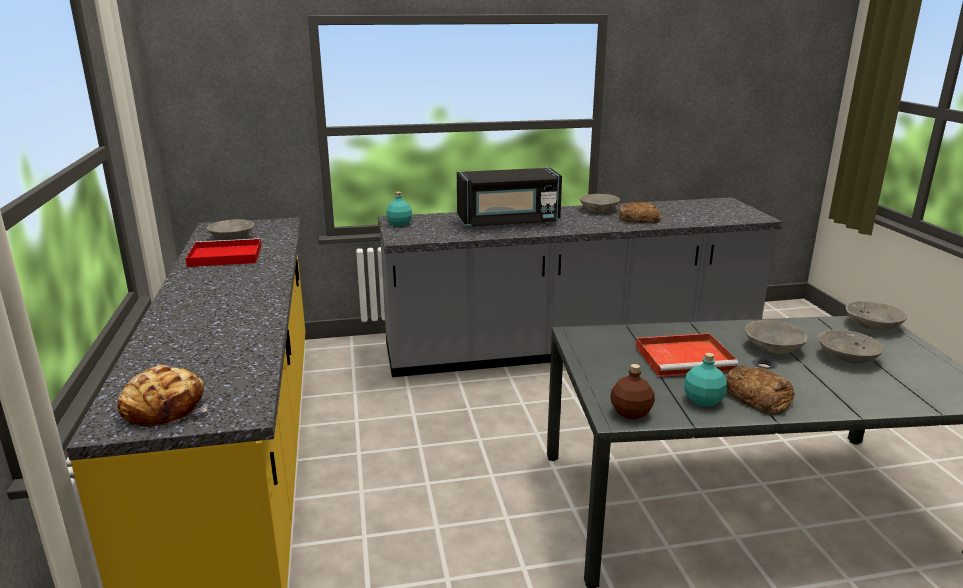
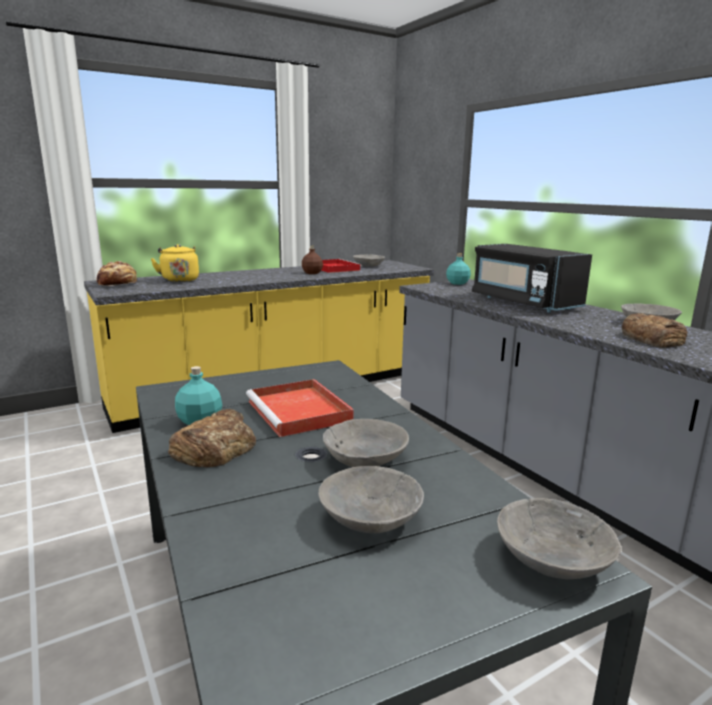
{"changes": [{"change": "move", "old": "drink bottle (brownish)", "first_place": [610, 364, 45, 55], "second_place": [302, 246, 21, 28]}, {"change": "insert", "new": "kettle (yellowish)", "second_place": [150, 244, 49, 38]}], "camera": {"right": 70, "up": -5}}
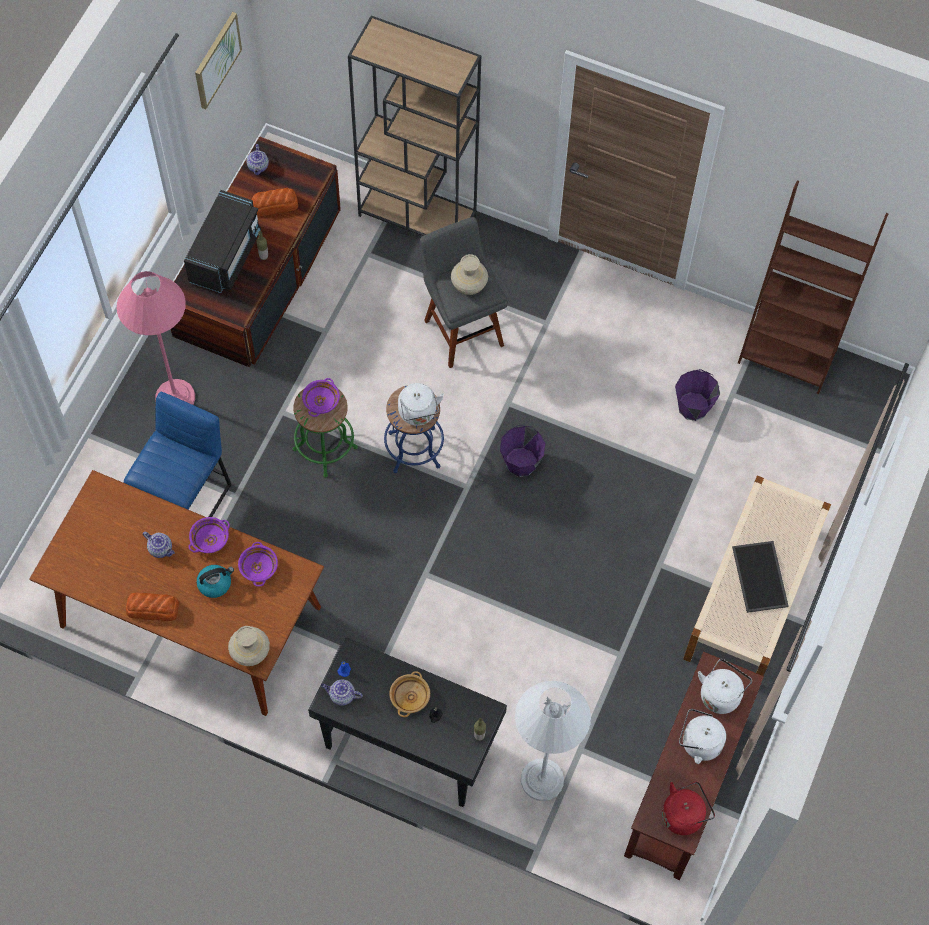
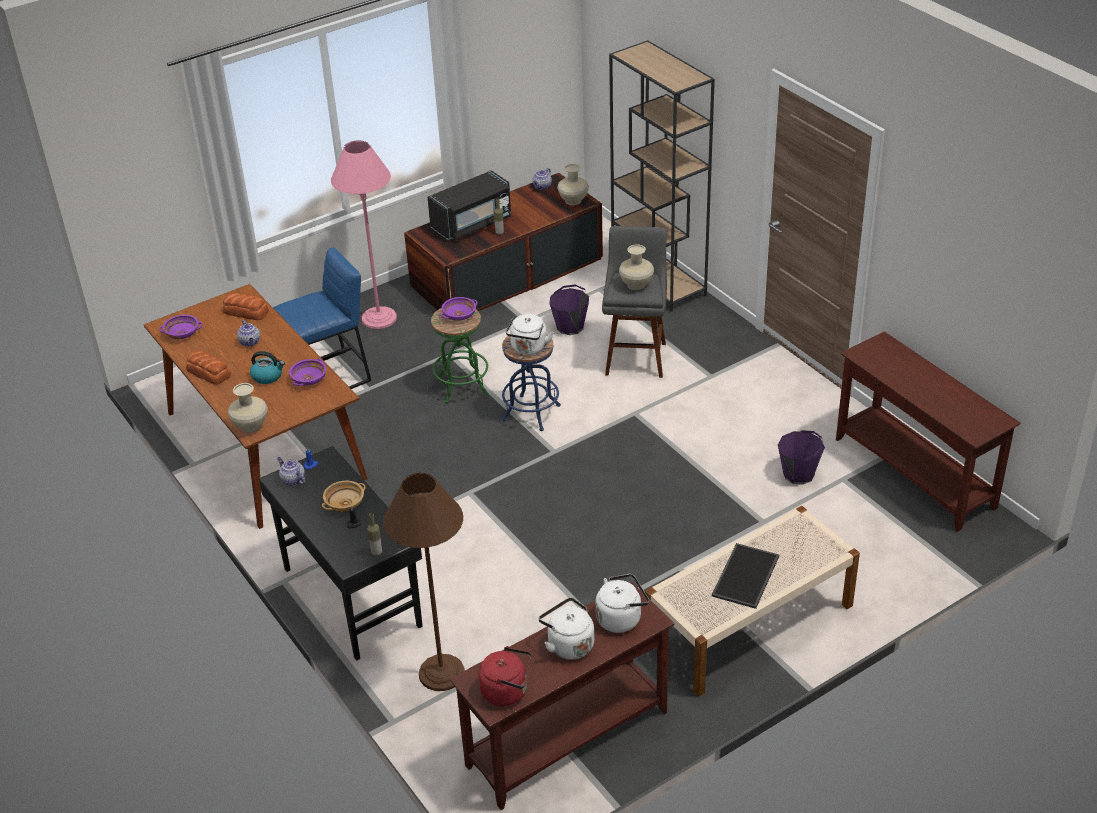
{"changes": [{"change": "delete", "old": "picture", "first_place": [195, 12, 47, 97]}, {"change": "replace", "old": "bookcase (brownish)", "new": "console table (brownish)", "first_place": [738, 180, 150, 214], "second_place": [836, 331, 184, 201]}, {"change": "move", "old": "baked bread", "first_place": [252, 188, 46, 28], "second_place": [222, 293, 47, 27]}, {"change": "move", "old": "pail (purplish)", "first_place": [500, 425, 45, 52], "second_place": [549, 285, 40, 50]}, {"change": "move", "old": "deep dish (purplish)", "first_place": [189, 517, 41, 37], "second_place": [159, 314, 44, 25]}, {"change": "recolor", "old": "standard lamp (white)", "new": "standard lamp (brownish)", "first_place": [515, 681, 76, 120], "second_place": [383, 473, 82, 218]}, {"change": "insert", "new": "flower vase (beige)", "second_place": [557, 164, 32, 41]}], "camera": {"right": 35, "up": -25}}
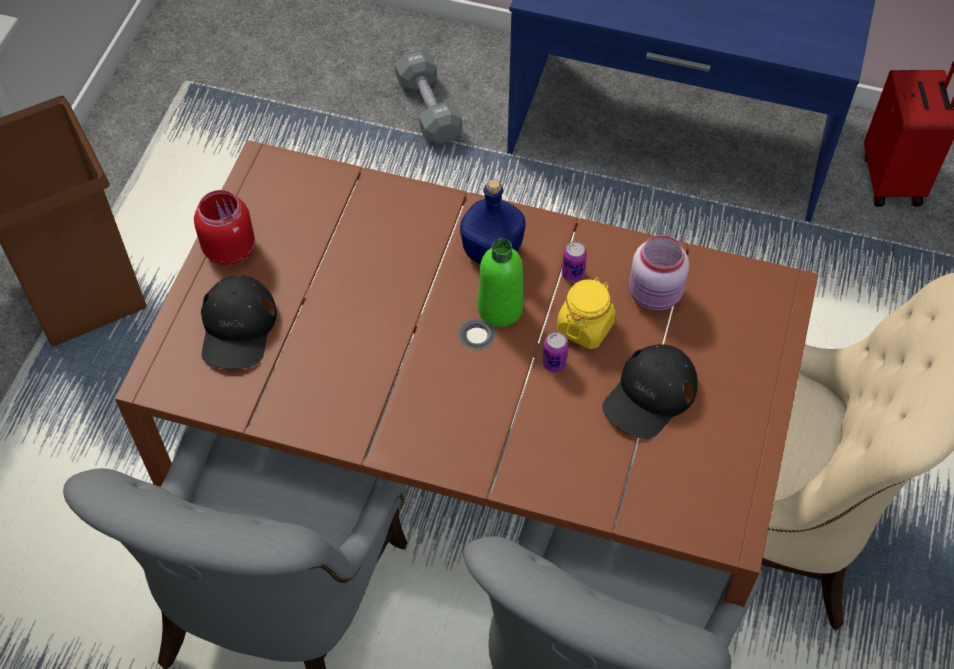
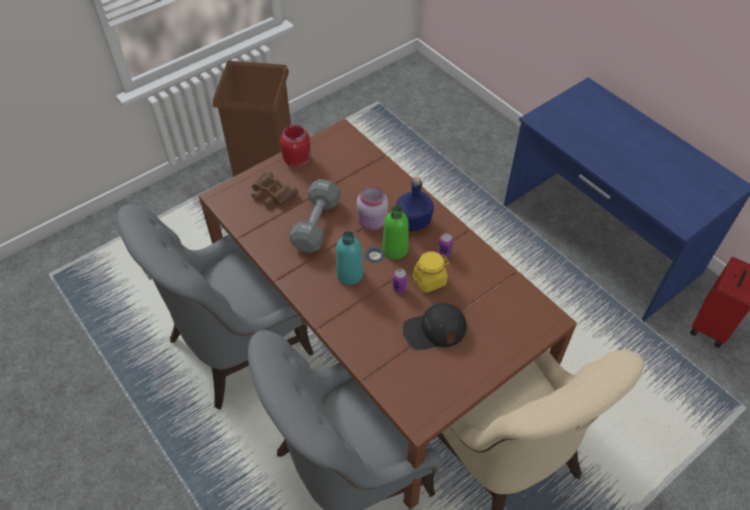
{"changes": [{"change": "move", "old": "hand weight (greyish)", "first_place": [395, 50, 67, 95], "second_place": [290, 179, 50, 74]}, {"change": "move", "old": "storage jar (pinkish)", "first_place": [629, 235, 60, 76], "second_place": [357, 186, 31, 44]}, {"change": "replace", "old": "cap (black)", "new": "field glasses (brownish)", "first_place": [201, 275, 76, 94], "second_place": [252, 170, 46, 38]}, {"change": "insert", "new": "drink bottle (turquoise)", "second_place": [336, 231, 27, 54]}], "camera": {"right": 35, "up": -5}}
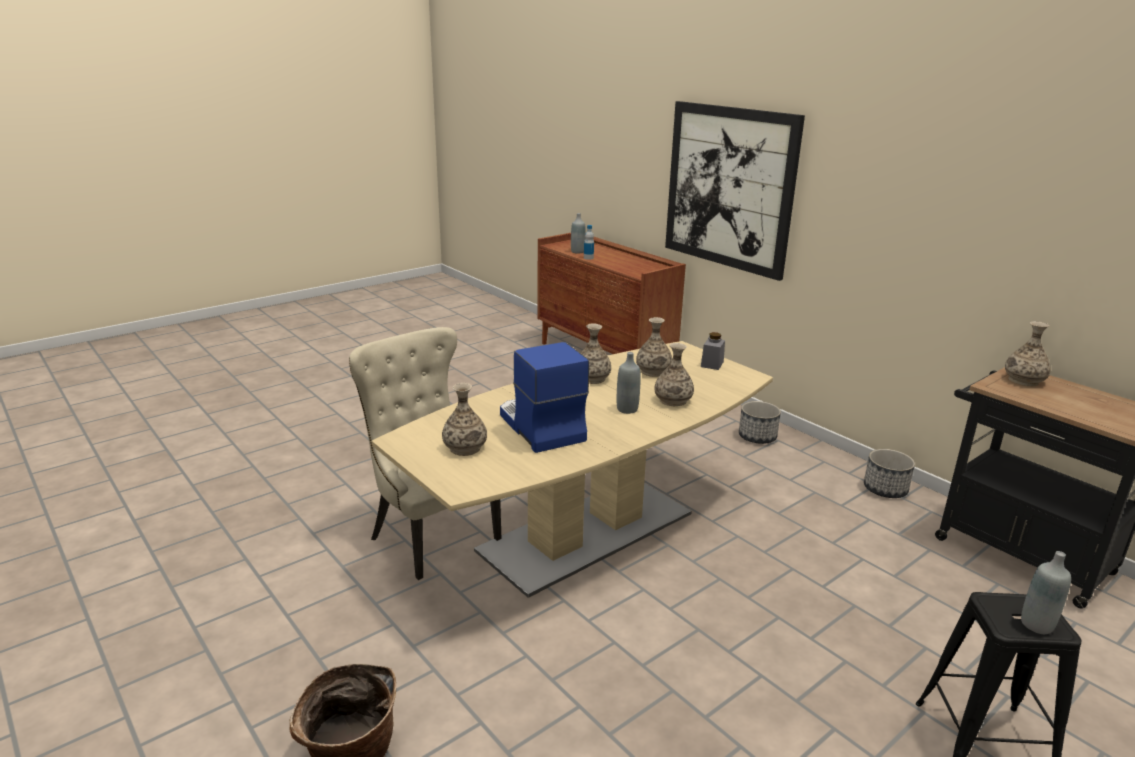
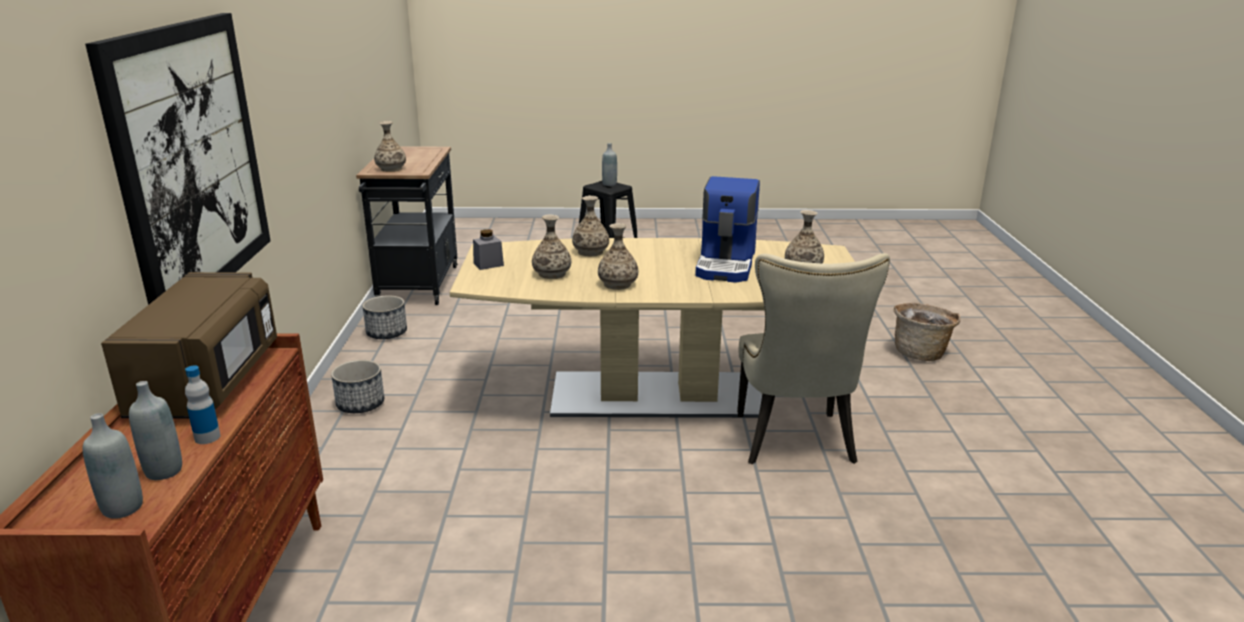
{"changes": [{"change": "move", "old": "drink bottle (greyish)", "first_place": [617, 352, 24, 62], "second_place": [83, 413, 60, 106]}, {"change": "insert", "new": "microwave oven (brownish)", "second_place": [101, 272, 176, 147]}], "camera": {"right": -140, "up": 0}}
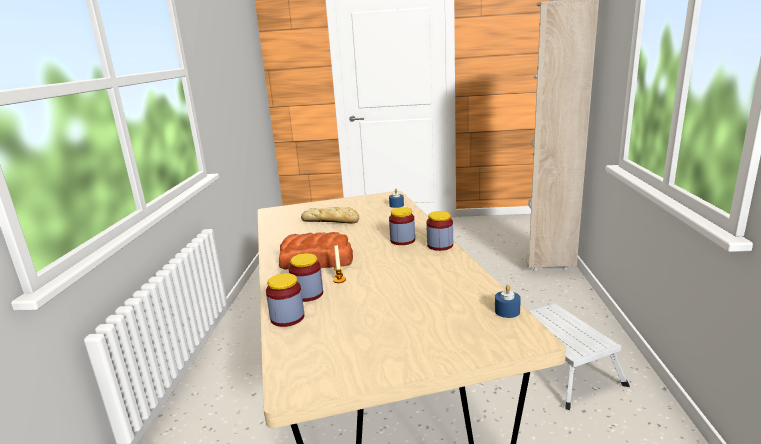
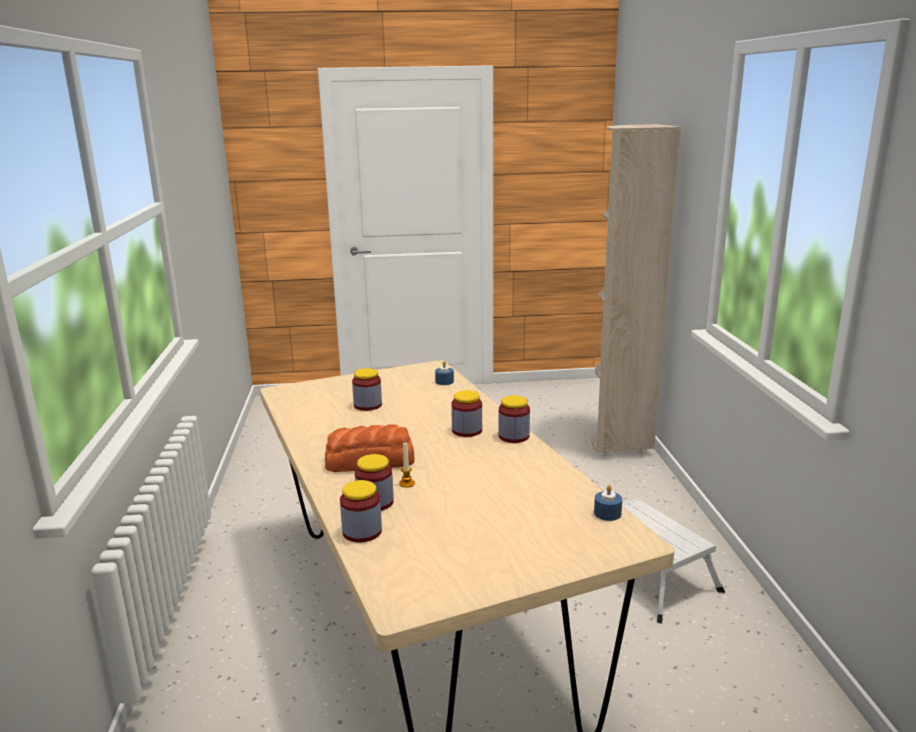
{"changes": [{"change": "replace", "old": "baked bread", "new": "storage jar", "first_place": [301, 207, 58, 16], "second_place": [352, 368, 30, 43]}], "camera": {"right": -10, "up": 0}}
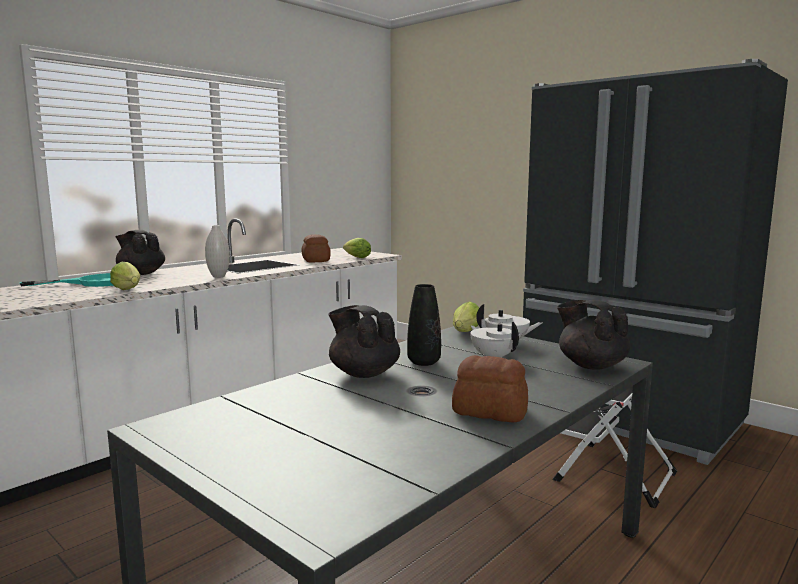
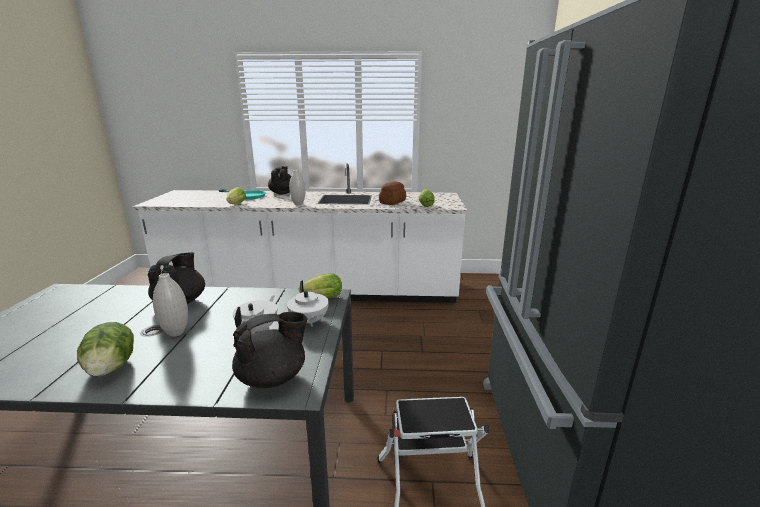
{"changes": [{"change": "delete", "old": "flower vase (black)", "first_place": [407, 284, 34, 82]}, {"change": "rotate", "old": "tea pot (black)", "first_place": [557, 300, 73, 70], "second_place": [232, 312, 75, 76], "degrees": 45}, {"change": "replace", "old": "baked bread", "new": "lettuce head", "first_place": [452, 355, 76, 68], "second_place": [77, 322, 57, 54]}, {"change": "insert", "new": "flower vase (white)", "second_place": [153, 273, 35, 64]}], "camera": {"right": 50, "up": 10}}
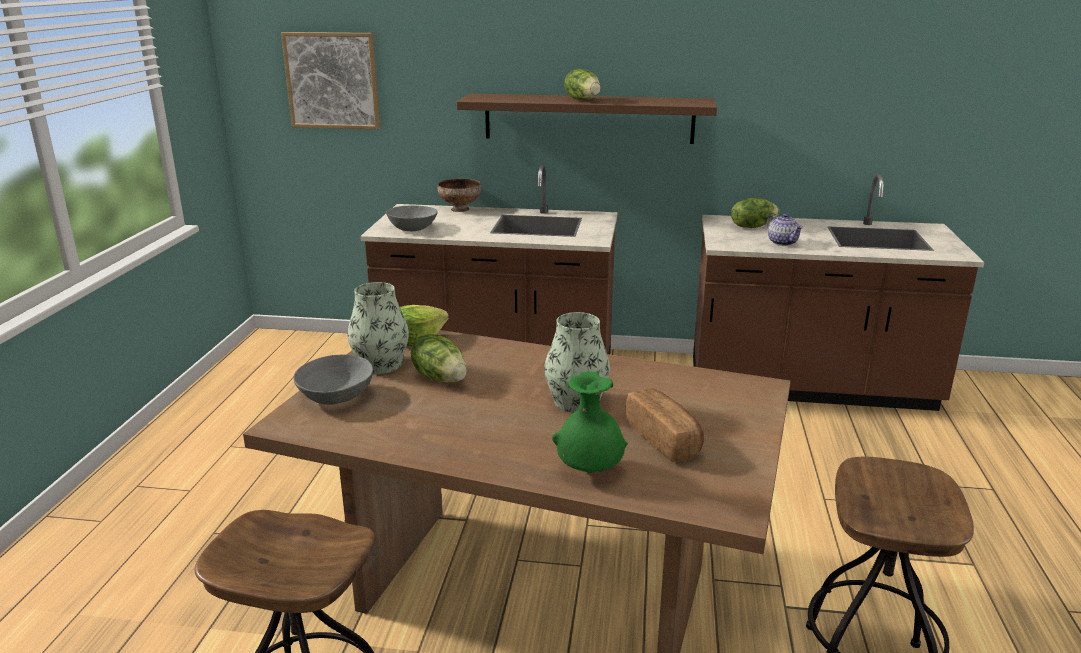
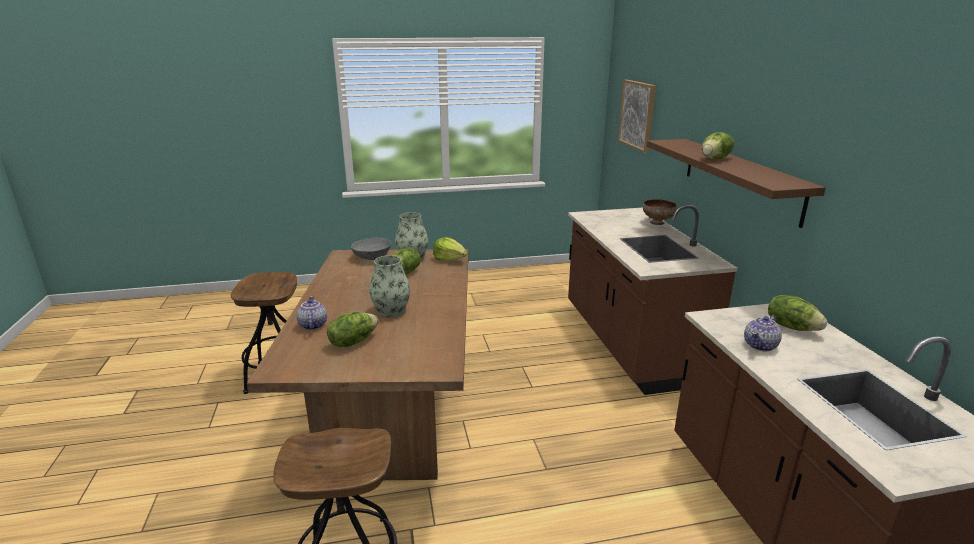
{"changes": [{"change": "delete", "old": "deep dish (greyish)", "first_place": [386, 205, 52, 26]}, {"change": "replace", "old": "flower vase (green-coloured)", "new": "tea pot", "first_place": [552, 371, 76, 102], "second_place": [296, 296, 31, 34]}, {"change": "replace", "old": "baked bread", "new": "lettuce head", "first_place": [626, 388, 78, 74], "second_place": [327, 312, 51, 35]}], "camera": {"right": 70, "up": 0}}
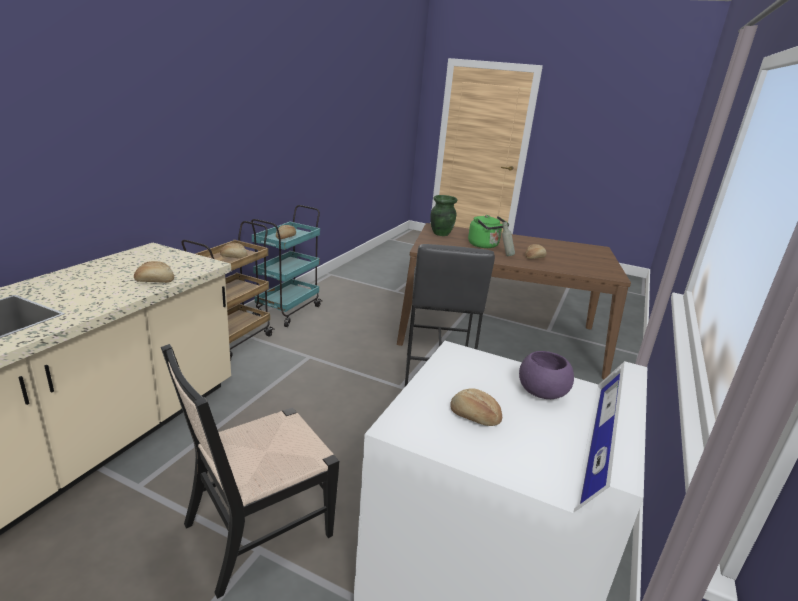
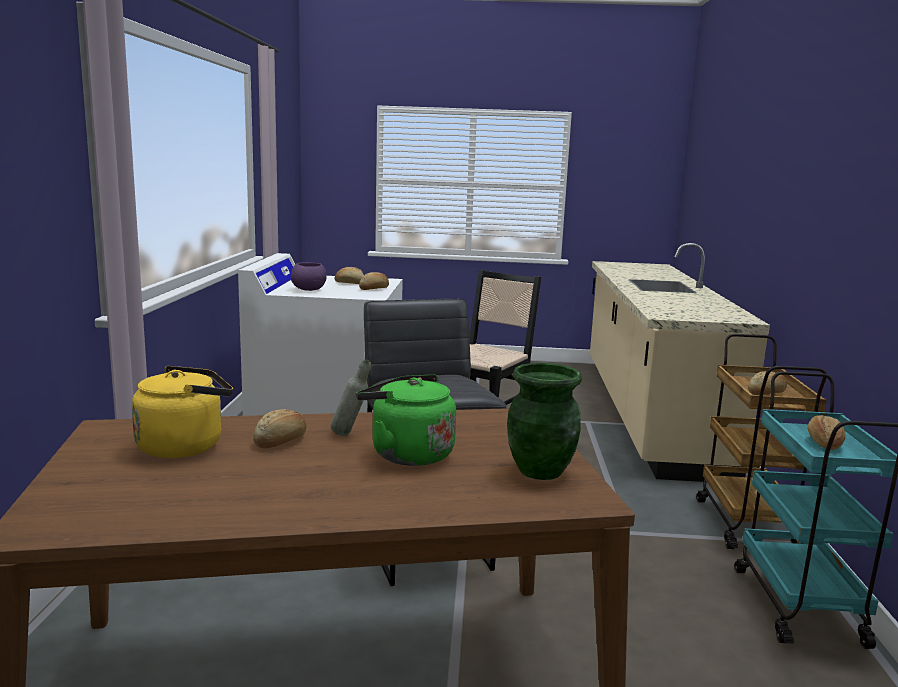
{"changes": [{"change": "move", "old": "baked bread", "first_place": [134, 261, 40, 22], "second_place": [359, 272, 30, 18]}, {"change": "insert", "new": "kettle (yellowish)", "second_place": [132, 366, 101, 92]}], "camera": {"right": 160, "up": -10}}
